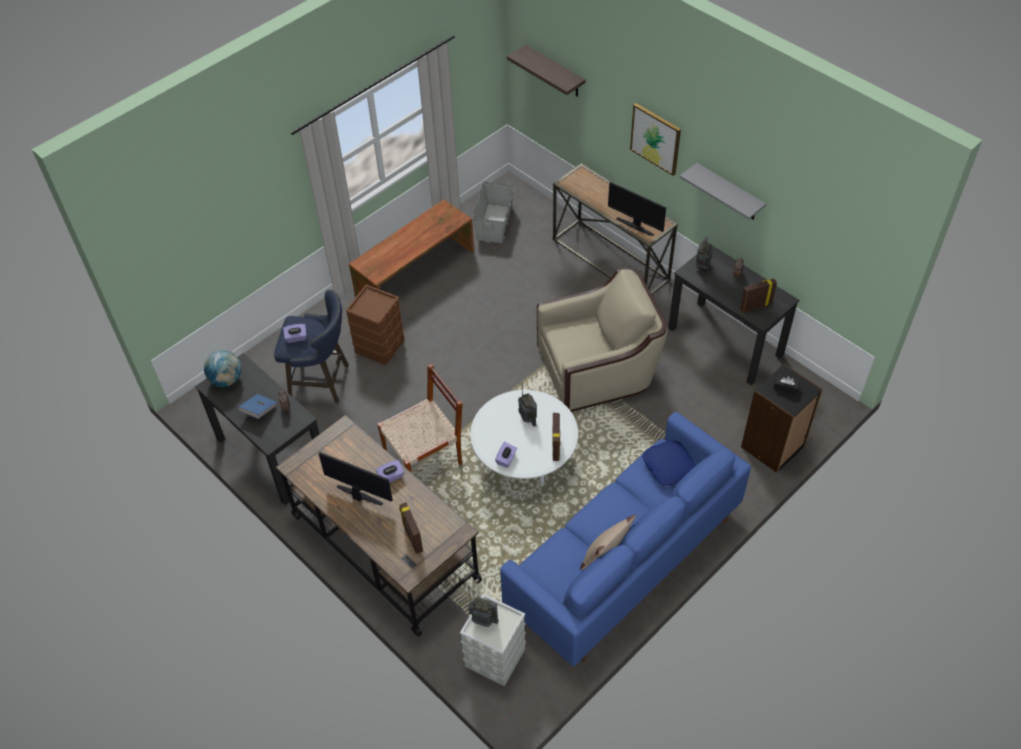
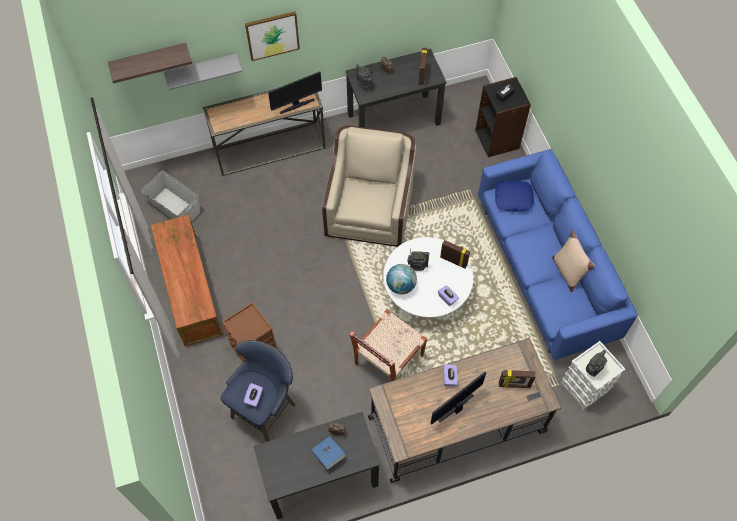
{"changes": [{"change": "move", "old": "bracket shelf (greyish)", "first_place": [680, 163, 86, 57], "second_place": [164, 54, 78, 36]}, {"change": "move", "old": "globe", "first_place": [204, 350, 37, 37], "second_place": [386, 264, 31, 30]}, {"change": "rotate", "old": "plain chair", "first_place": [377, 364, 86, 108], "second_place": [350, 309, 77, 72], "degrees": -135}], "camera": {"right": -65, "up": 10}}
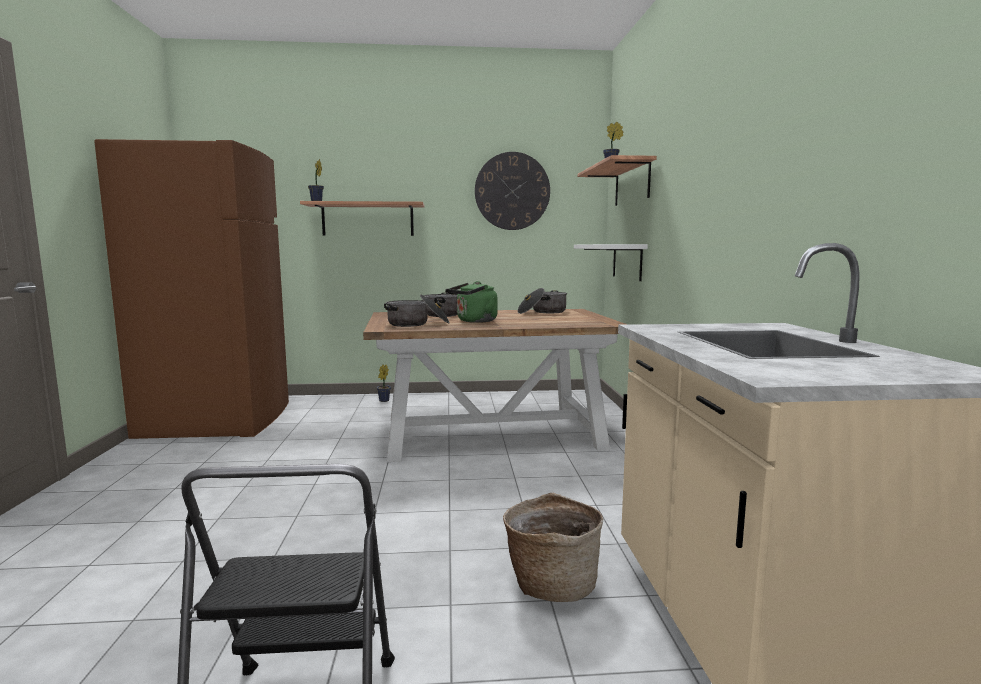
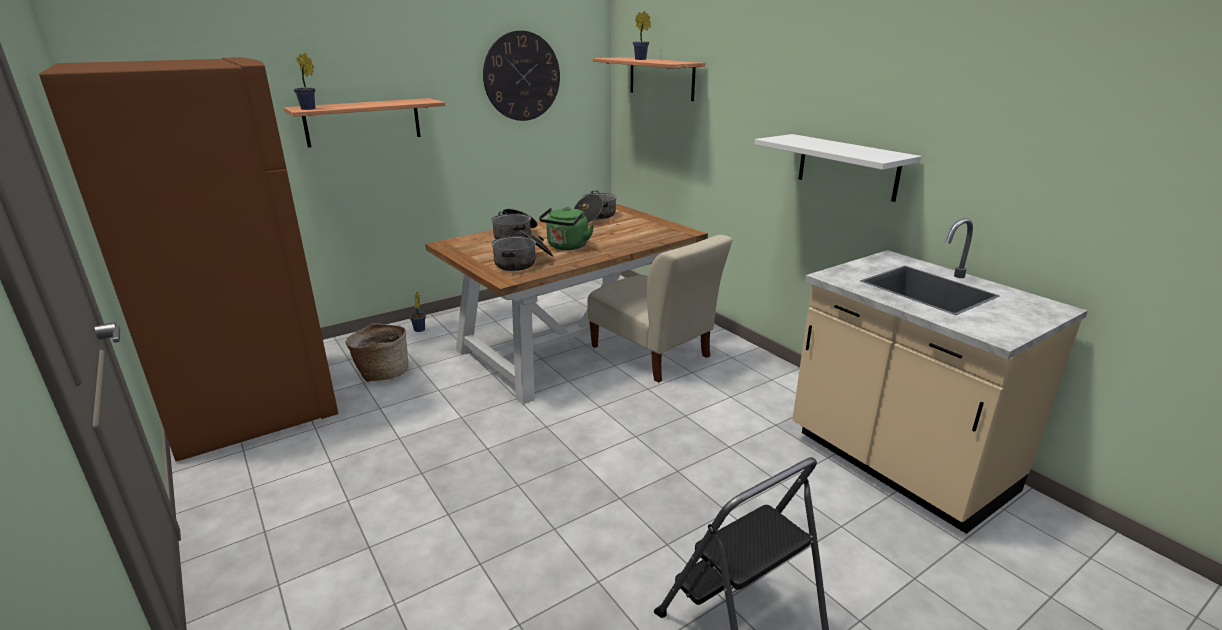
{"changes": [{"change": "move", "old": "bracket shelf (white)", "first_place": [574, 244, 74, 37], "second_place": [754, 134, 168, 68]}, {"change": "move", "old": "household basket", "first_place": [503, 492, 100, 110], "second_place": [345, 323, 63, 59]}, {"change": "insert", "new": "plain chair (beige)", "second_place": [588, 235, 144, 147]}], "camera": {"right": -30, "up": 15}}
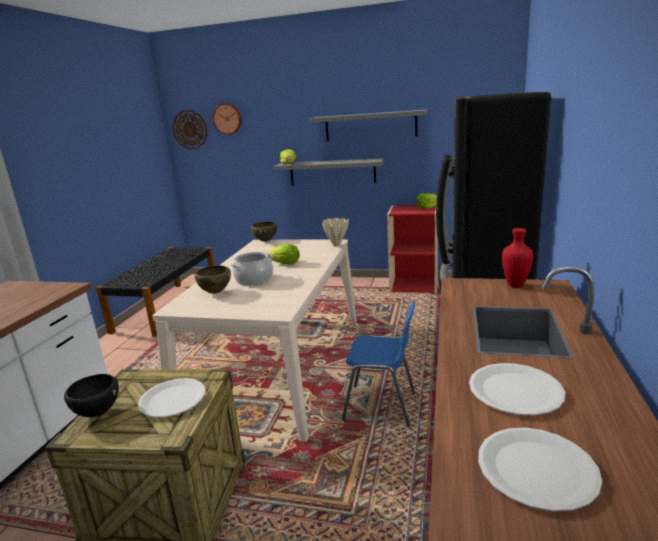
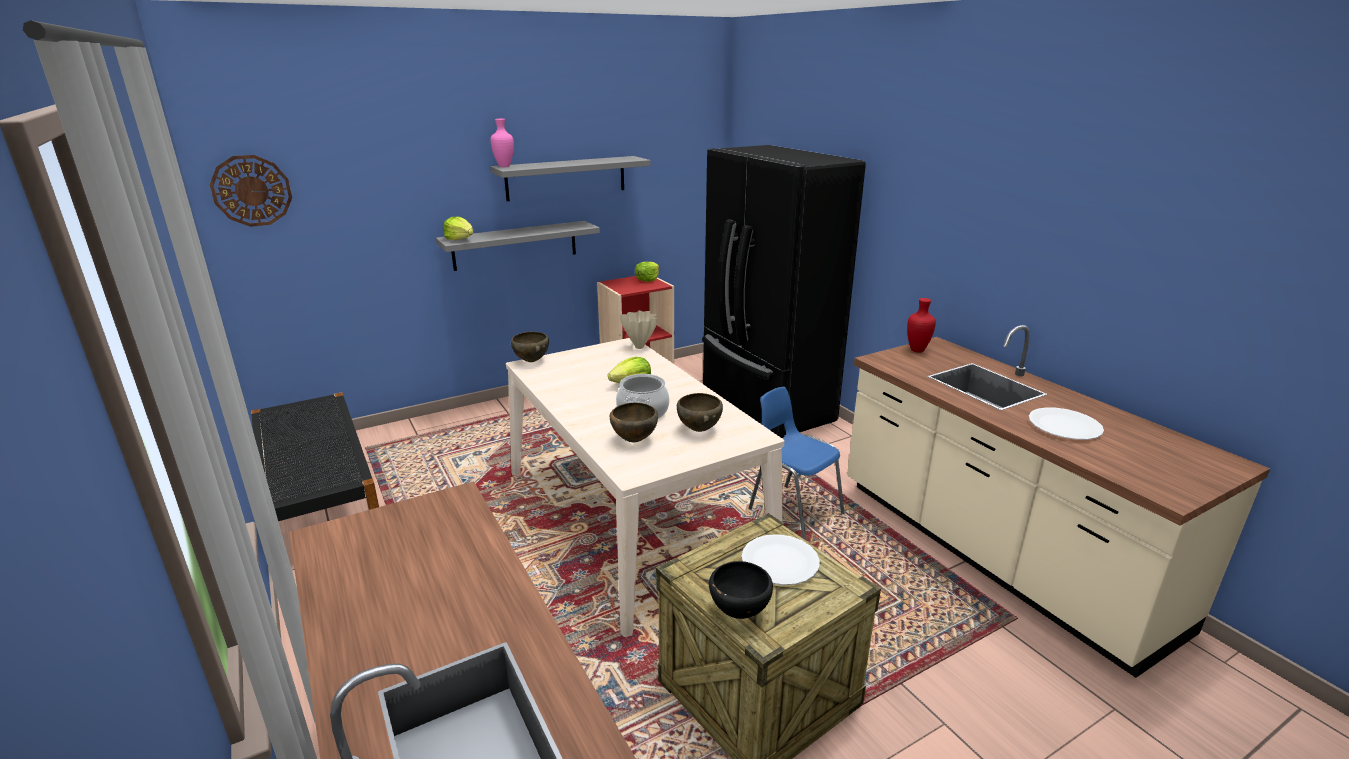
{"changes": [{"change": "delete", "old": "hanging clock", "first_place": [212, 103, 30, 32]}, {"change": "rotate", "old": "plain chair (blue-coloured)", "first_place": [342, 301, 74, 126], "second_place": [748, 387, 97, 154], "degrees": -105}, {"change": "delete", "old": "flat dish (white)", "first_place": [478, 428, 124, 84]}, {"change": "insert", "new": "flower vase (pinkish)", "second_place": [490, 119, 24, 48]}, {"change": "insert", "new": "deep dish (brownish)", "second_place": [677, 393, 46, 39]}], "camera": {"right": -45, "up": 5}}
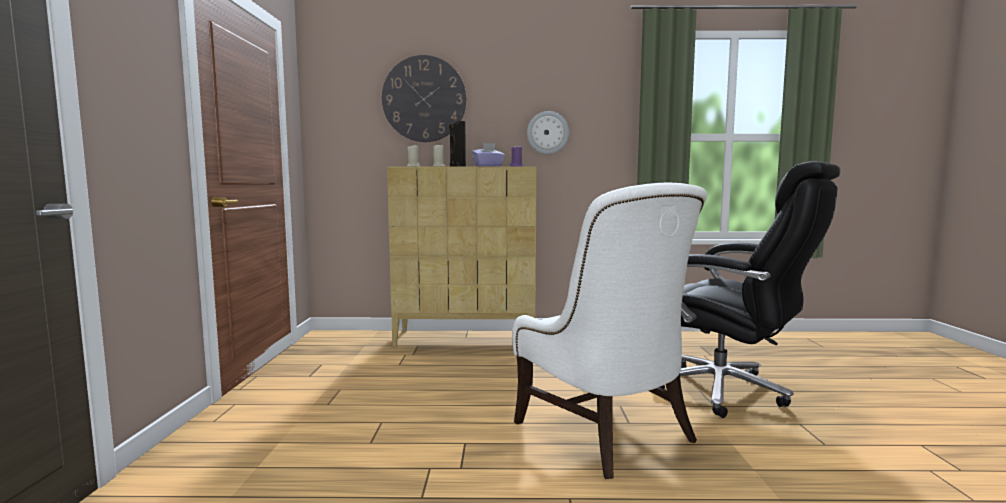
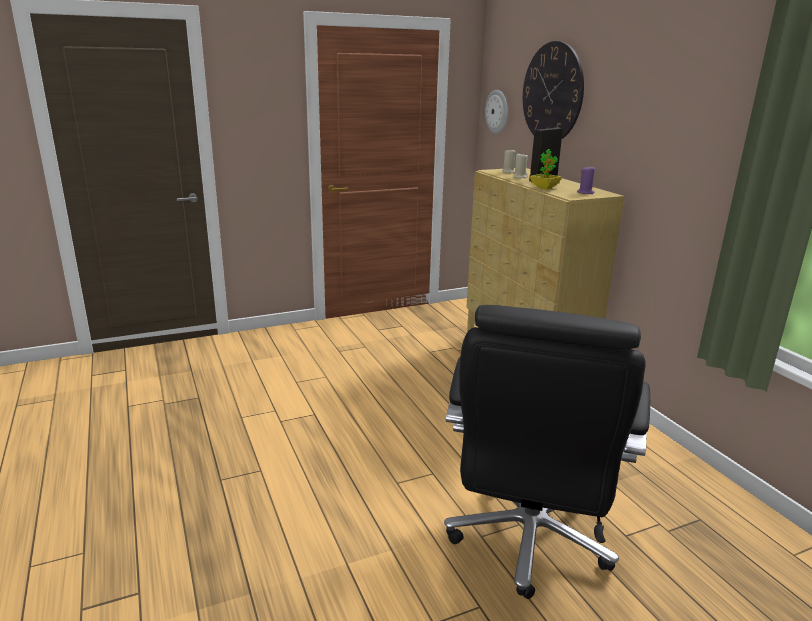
{"changes": [{"change": "move", "old": "hanging clock", "first_place": [527, 111, 42, 43], "second_place": [485, 90, 23, 44]}, {"change": "replace", "old": "tissue box (purplish)", "new": "plant in a pot", "first_place": [472, 143, 33, 24], "second_place": [530, 149, 32, 40]}, {"change": "delete", "old": "plain chair (white)", "first_place": [512, 183, 195, 296]}], "camera": {"right": 65, "up": 15}}
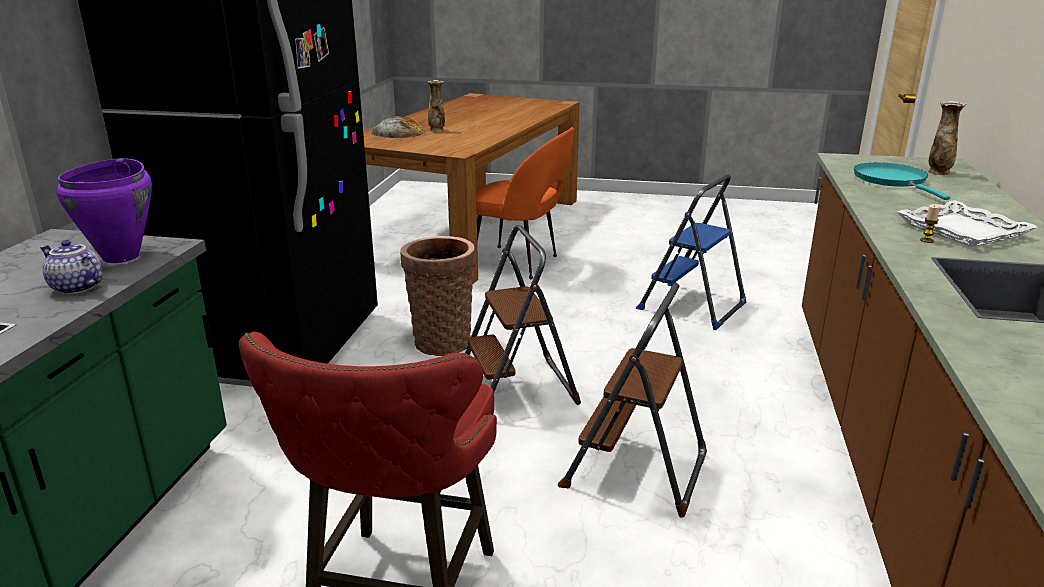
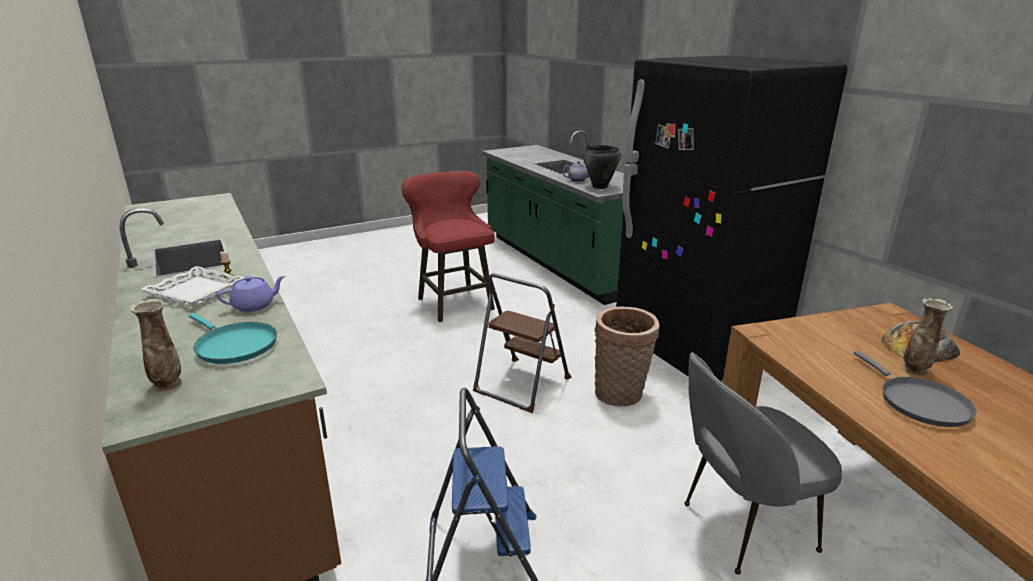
{"changes": [{"change": "recolor", "old": "plain chair (orange-coloured)", "new": "plain chair (greyish)", "first_place": [476, 127, 98, 152], "second_place": [684, 352, 158, 223]}, {"change": "recolor", "old": "stockpot (purplish)", "new": "stockpot (black)", "first_place": [56, 158, 96, 105], "second_place": [583, 145, 38, 44]}, {"change": "delete", "old": "step stool (brownish)", "first_place": [558, 283, 149, 235]}, {"change": "insert", "new": "tea pot (purplish)", "second_place": [217, 276, 68, 36]}, {"change": "insert", "new": "pan (greyish)", "second_place": [854, 351, 122, 76]}], "camera": {"right": 140, "up": 0}}
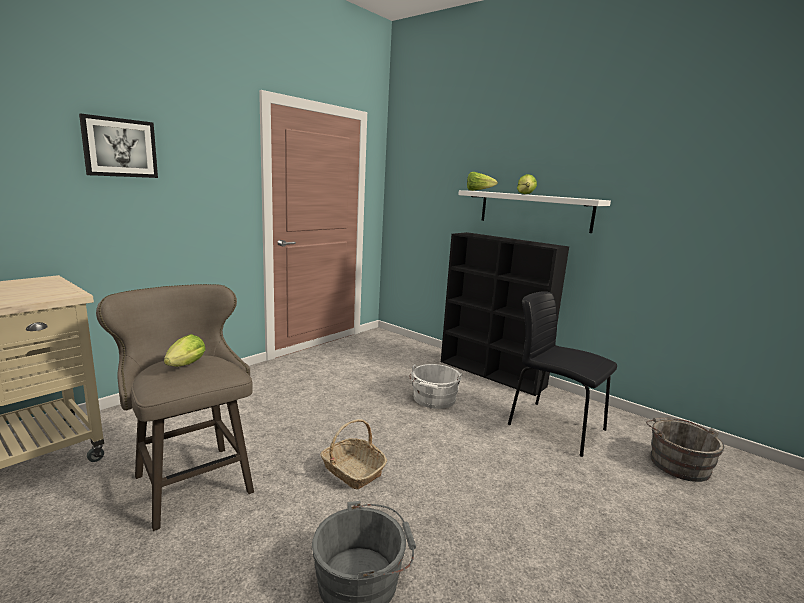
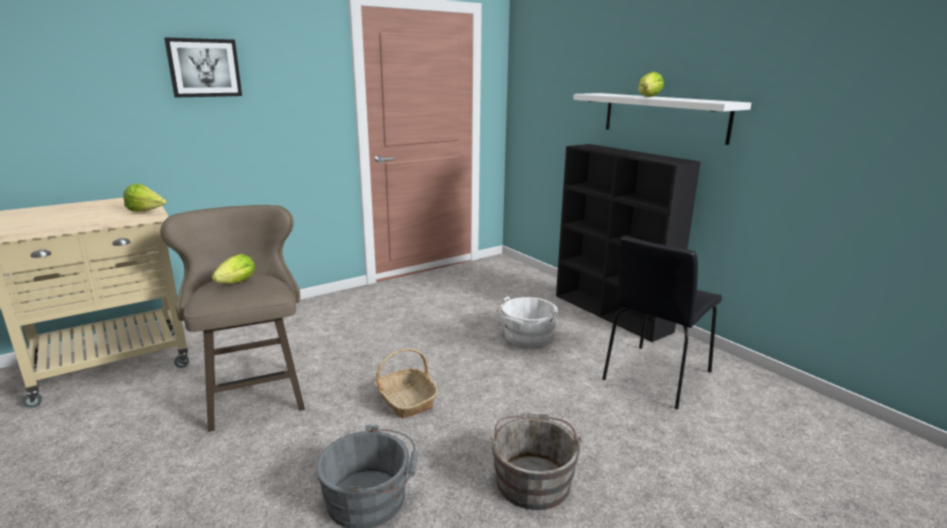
{"changes": [{"change": "move", "old": "lettuce head", "first_place": [467, 172, 31, 19], "second_place": [123, 184, 43, 28]}, {"change": "rotate", "old": "plain chair (black)", "first_place": [508, 291, 109, 166], "second_place": [602, 236, 120, 173], "degrees": -105}, {"change": "move", "old": "pail (greyish)", "first_place": [646, 417, 78, 65], "second_place": [491, 413, 90, 97]}], "camera": {"right": 15, "up": 5}}
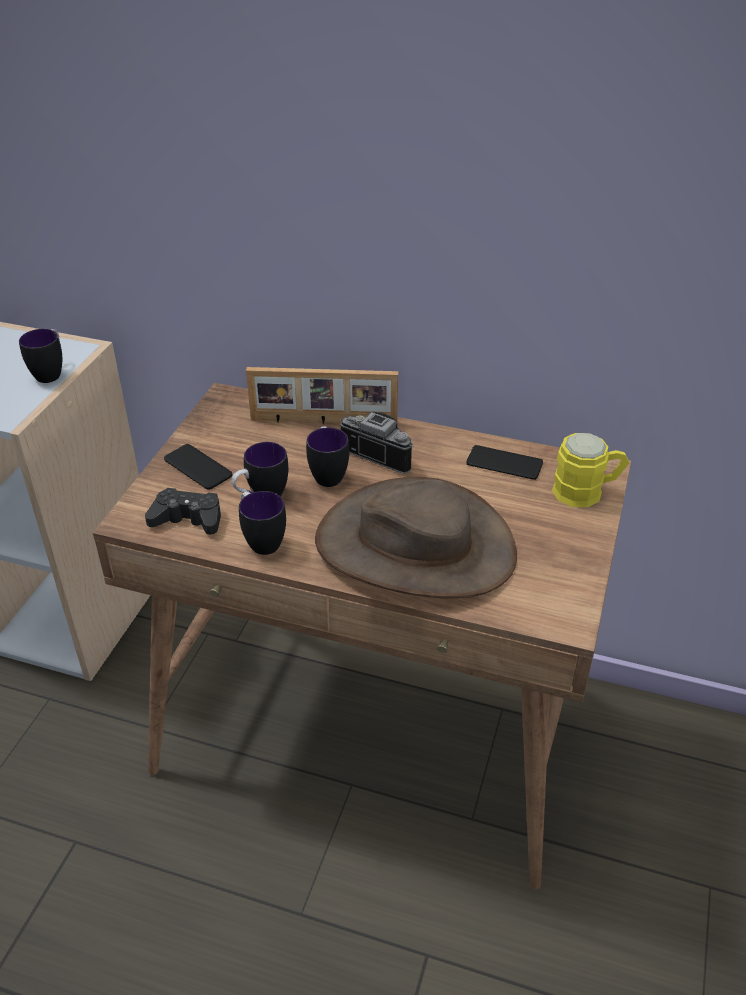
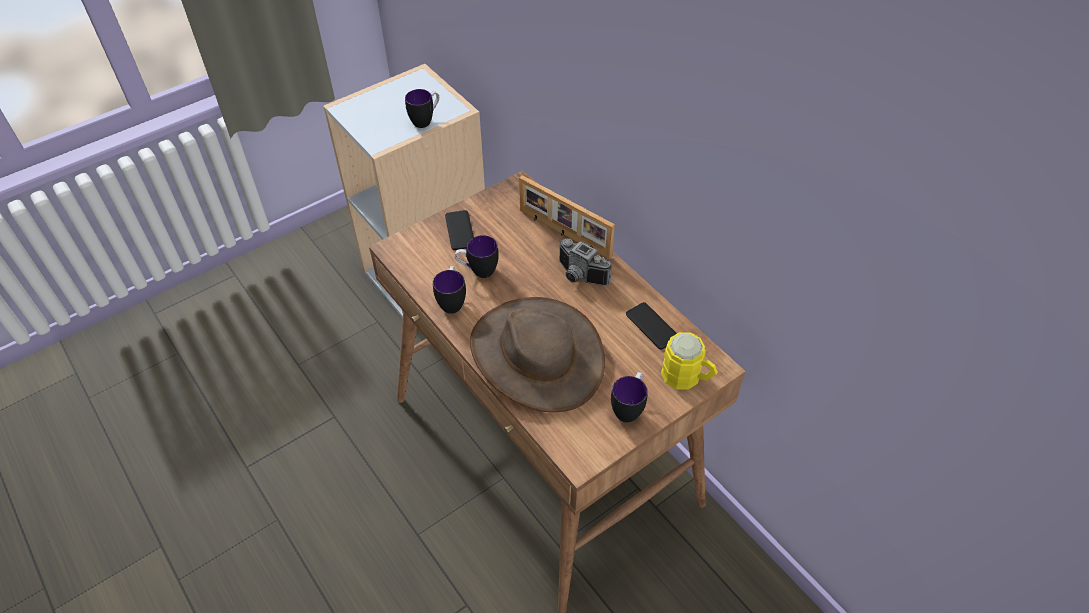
{"changes": [{"change": "rotate", "old": "photo camera", "first_place": [340, 412, 73, 62], "second_place": [559, 238, 53, 48], "degrees": 150}, {"change": "move", "old": "tea mug", "first_place": [306, 426, 43, 61], "second_place": [611, 372, 37, 51]}, {"change": "delete", "old": "gamepad (black)", "first_place": [145, 488, 76, 46]}], "camera": {"right": 35, "up": 10}}
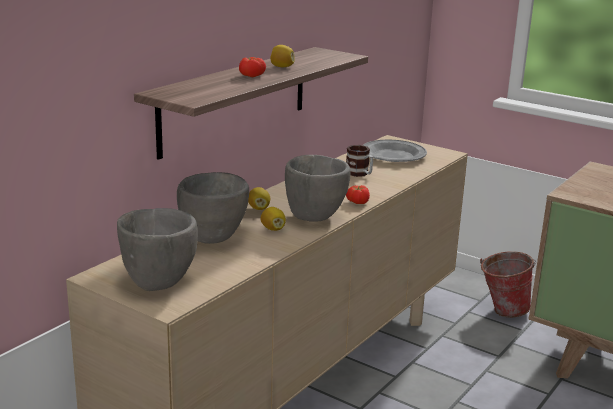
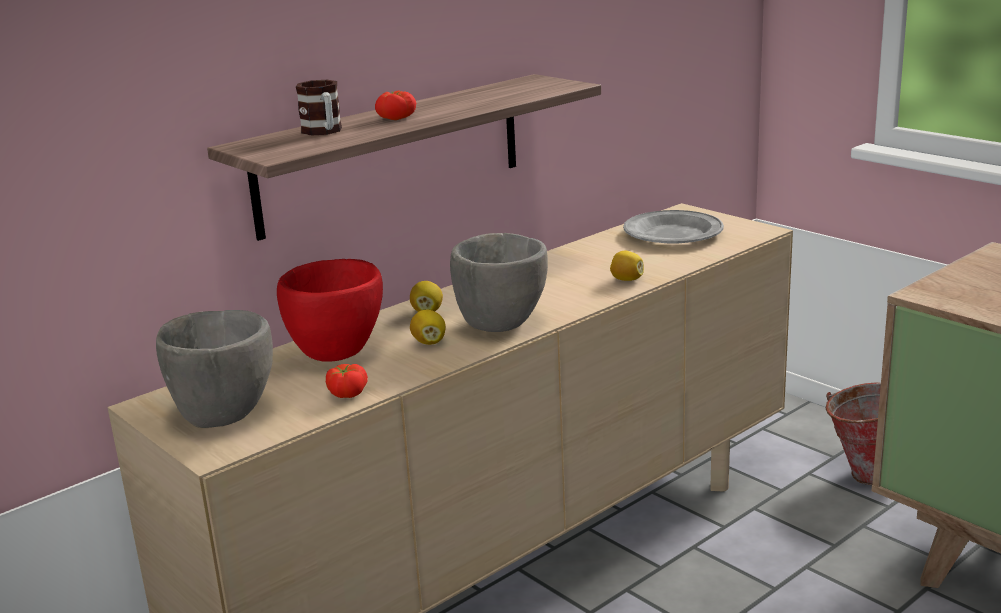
{"changes": [{"change": "move", "old": "citrus fruit", "first_place": [270, 45, 24, 22], "second_place": [610, 251, 34, 30]}, {"change": "move", "old": "tea mug", "first_place": [346, 145, 27, 32], "second_place": [296, 80, 46, 56]}, {"change": "recolor", "old": "deep dish (greyish)", "new": "deep dish (red)", "first_place": [177, 172, 72, 72], "second_place": [277, 259, 106, 103]}, {"change": "move", "old": "tomato", "first_place": [346, 185, 24, 19], "second_place": [326, 364, 42, 34]}], "camera": {"right": 15, "up": 0}}
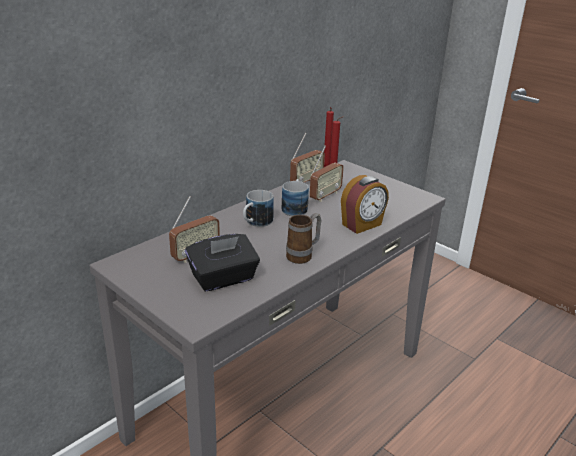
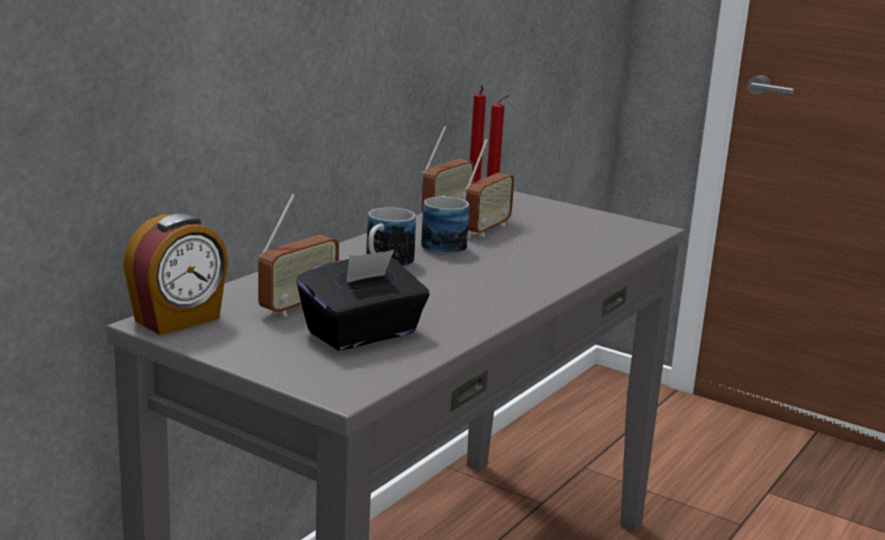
{"changes": [{"change": "move", "old": "alarm clock", "first_place": [341, 175, 48, 59], "second_place": [123, 214, 105, 121]}, {"change": "delete", "old": "tea mug", "first_place": [286, 213, 35, 51]}], "camera": {"right": -10, "up": -10}}
